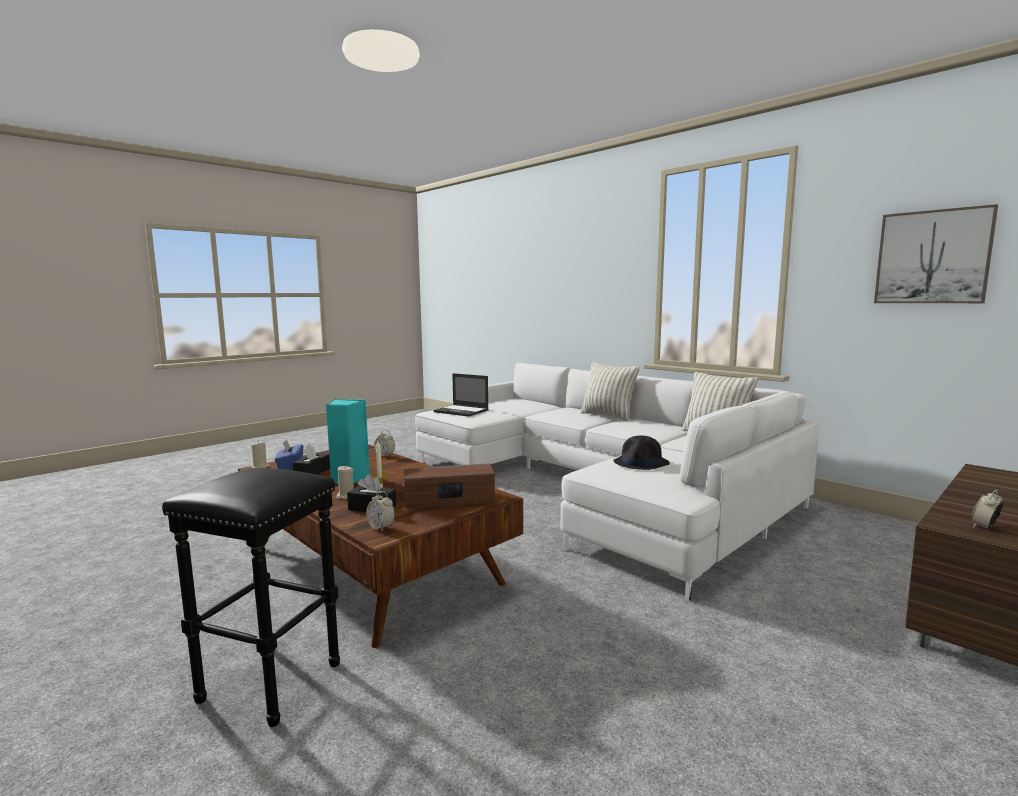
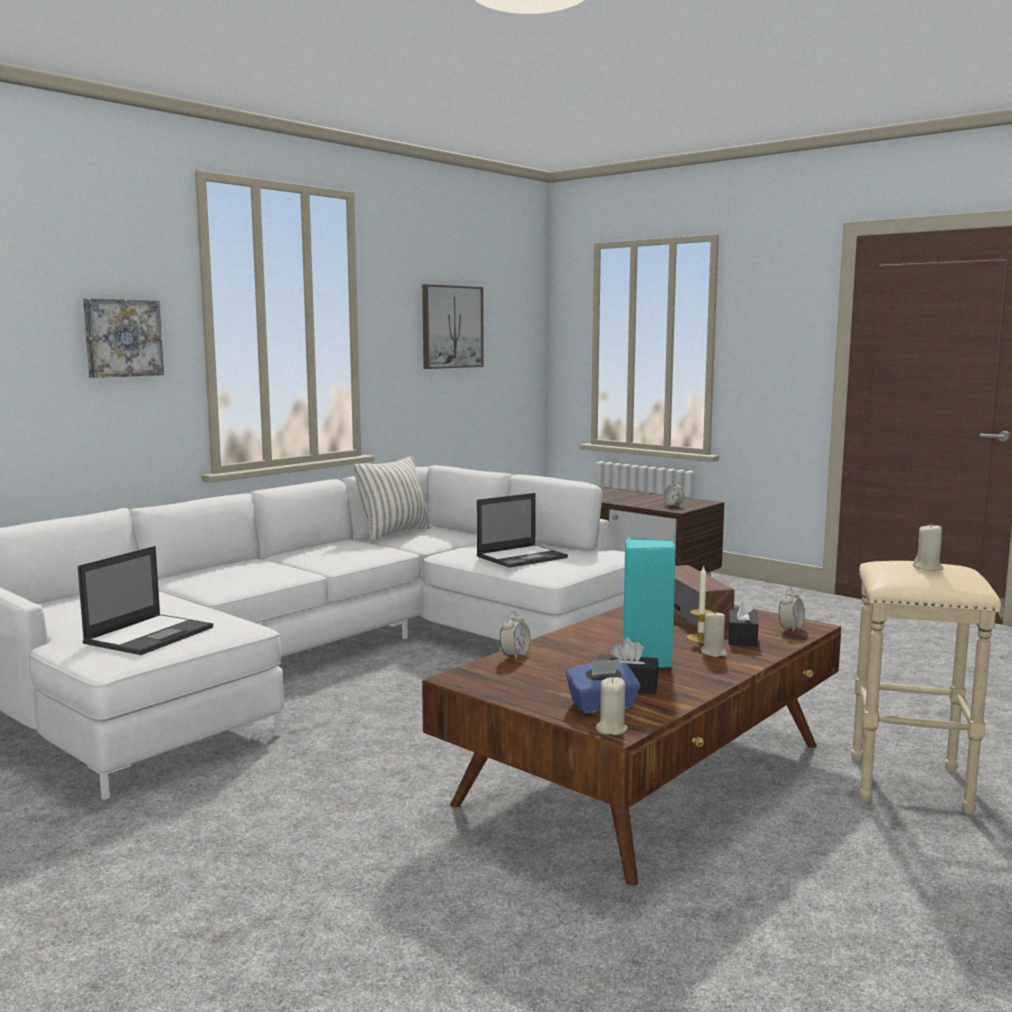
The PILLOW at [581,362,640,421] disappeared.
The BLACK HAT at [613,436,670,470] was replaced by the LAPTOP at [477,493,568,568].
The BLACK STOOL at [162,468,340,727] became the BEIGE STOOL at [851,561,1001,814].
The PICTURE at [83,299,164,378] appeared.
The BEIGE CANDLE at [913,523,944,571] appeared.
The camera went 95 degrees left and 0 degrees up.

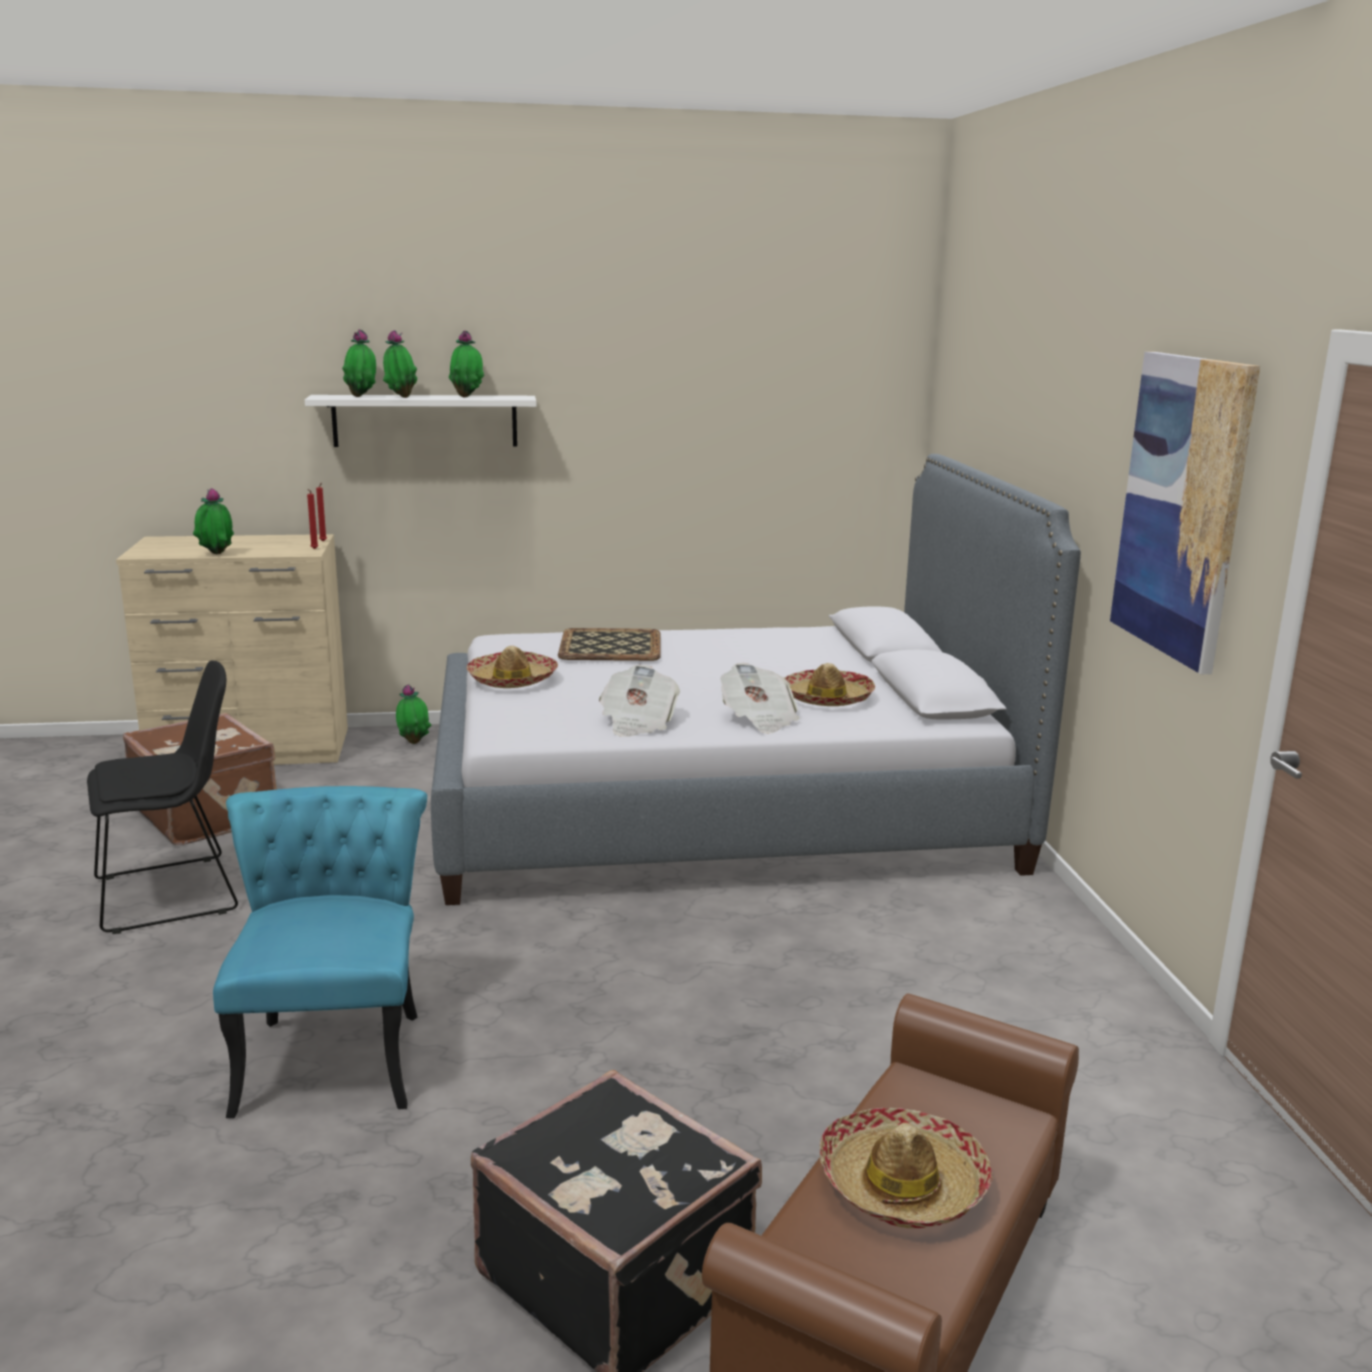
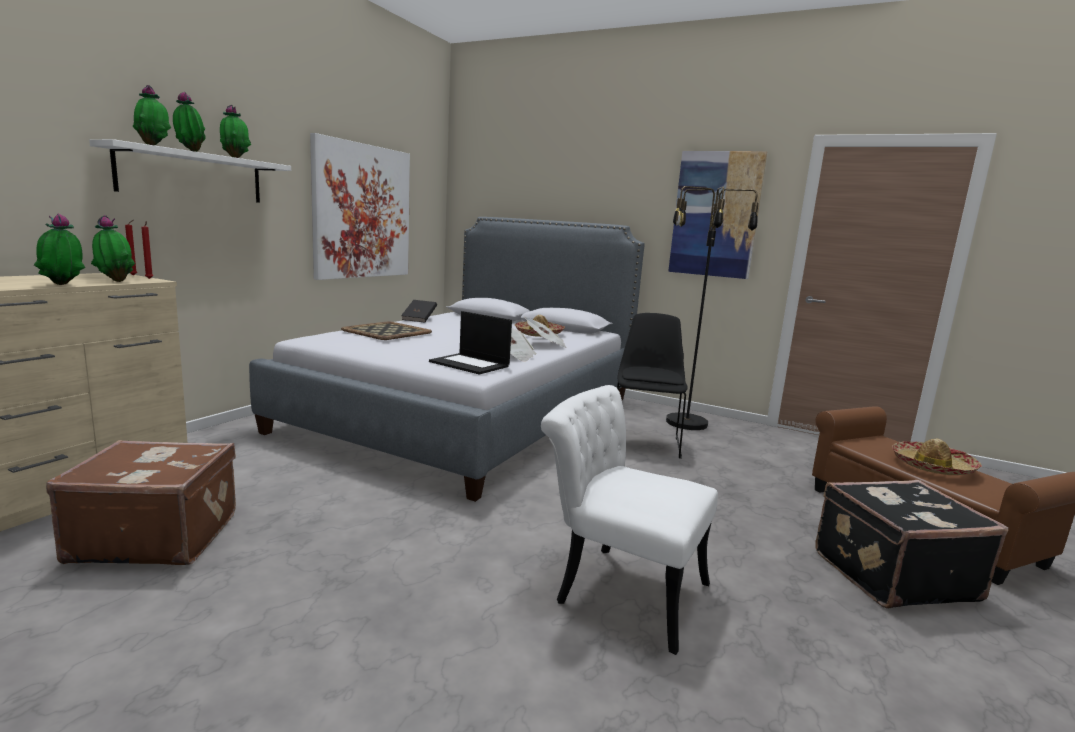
The HAT at [467,646,558,688] disappeared.
The BLACK CHAIR moved from [87,661,238,934] to [617,313,687,459].
The POTTED PLANT moved from [396,684,431,744] to [91,215,135,282].
The TURQUOISE CHAIR at [213,786,427,1118] became the WHITE CHAIR at [541,385,718,655].
The PICTURE at [310,133,410,280] appeared.
The FLOOR LAMP at [666,186,759,430] appeared.
The BLACK BOOK at [401,300,437,323] appeared.
The LAPTOP at [429,311,512,375] appeared.
The camera went 55 degrees left and 5 degrees down.

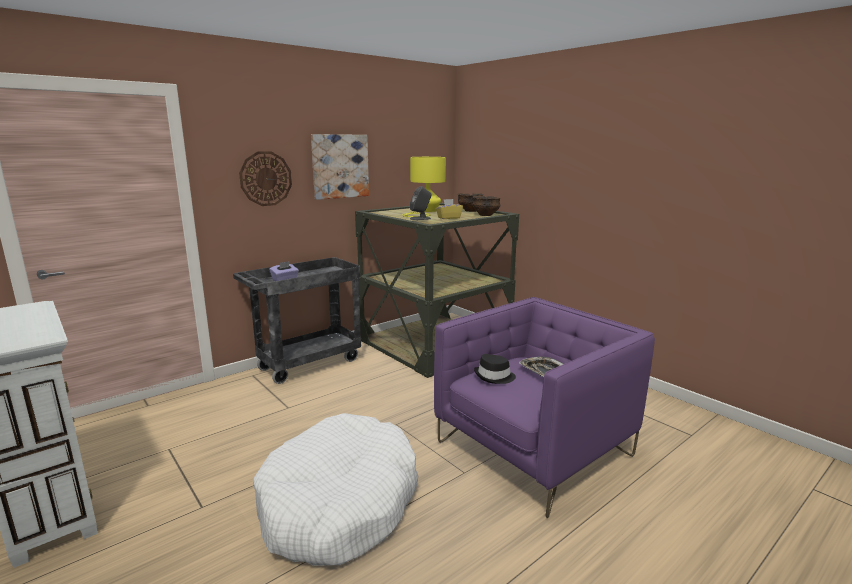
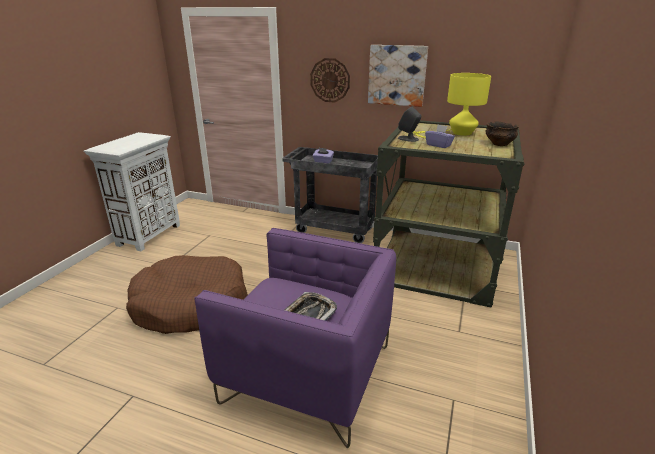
The BOWL at [472,196,500,216] disappeared.
The YELLOW TISSUE BOX at [436,199,463,219] became the PURPLE TISSUE BOX at [425,125,455,148].
The BLACK HAT at [474,354,516,384] disappeared.
The WHITE DOG BED at [253,413,418,566] became the BROWN DOG BED at [126,255,248,334].
The camera went 60 degrees right and 10 degrees up.

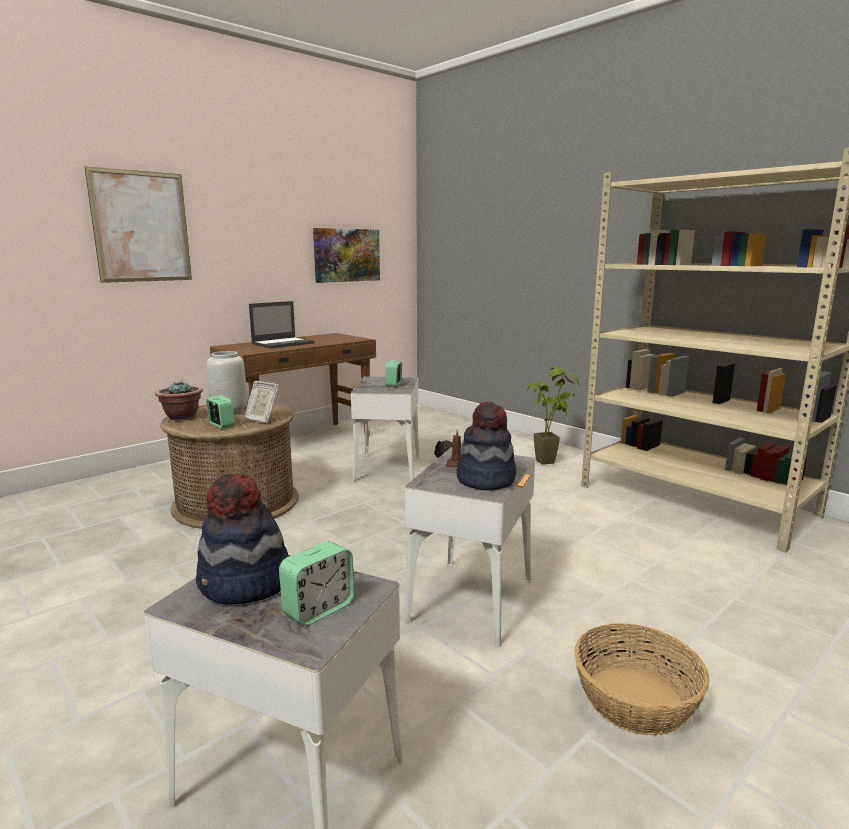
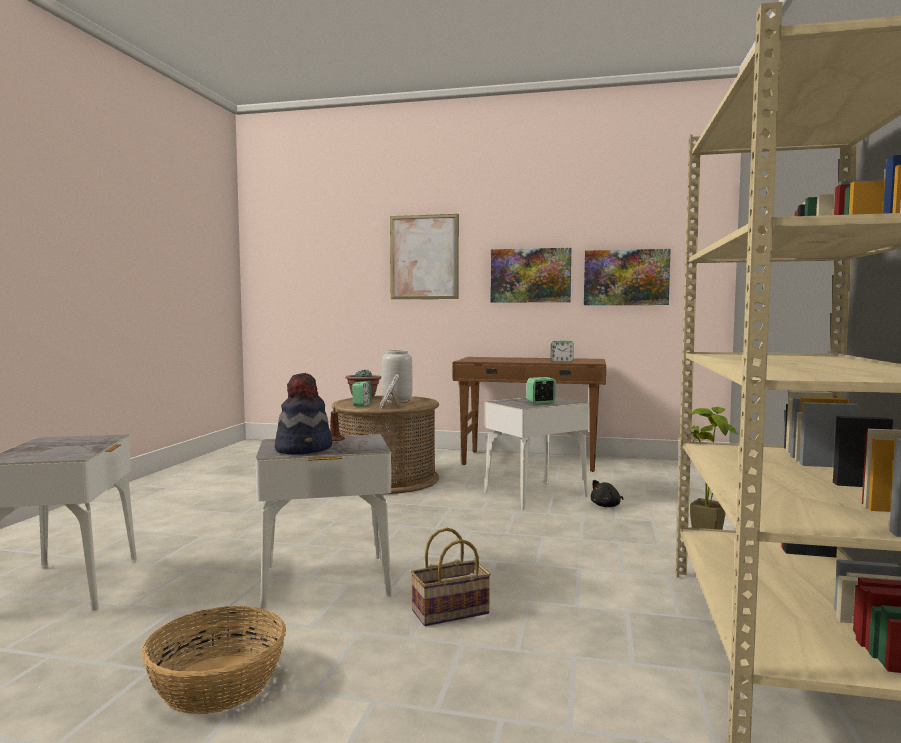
The LAPTOP at [249,301,314,348] disappeared.
The HAT at [196,474,289,605] disappeared.
The ALARM CLOCK moved from [279,541,355,626] to [551,340,574,362].
The PICTURE at [491,248,571,302] appeared.
The BASKET at [410,528,491,626] appeared.
The camera went 55 degrees right and 10 degrees down.

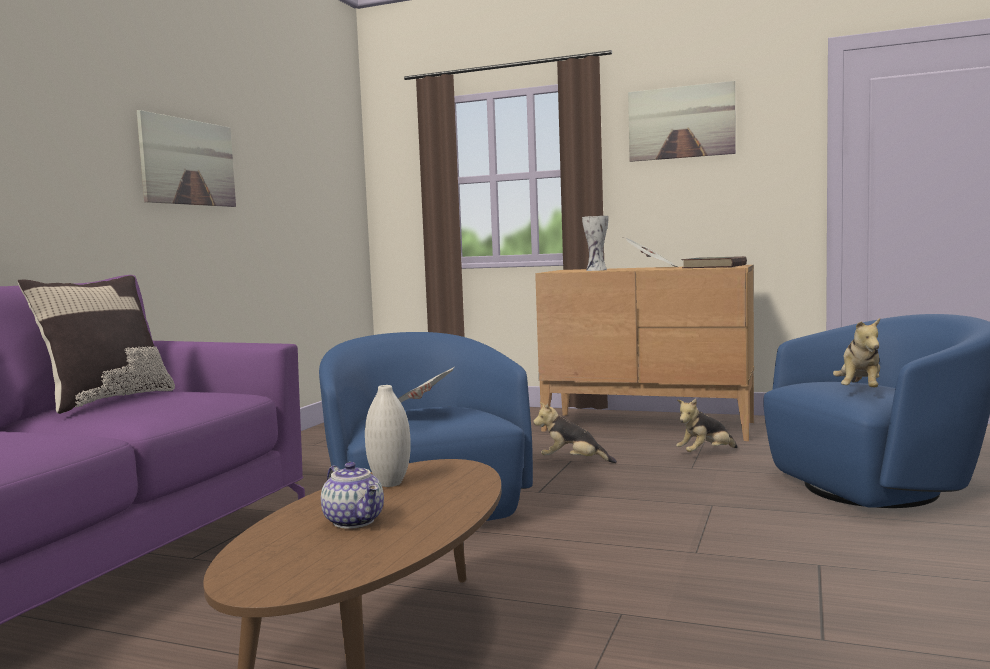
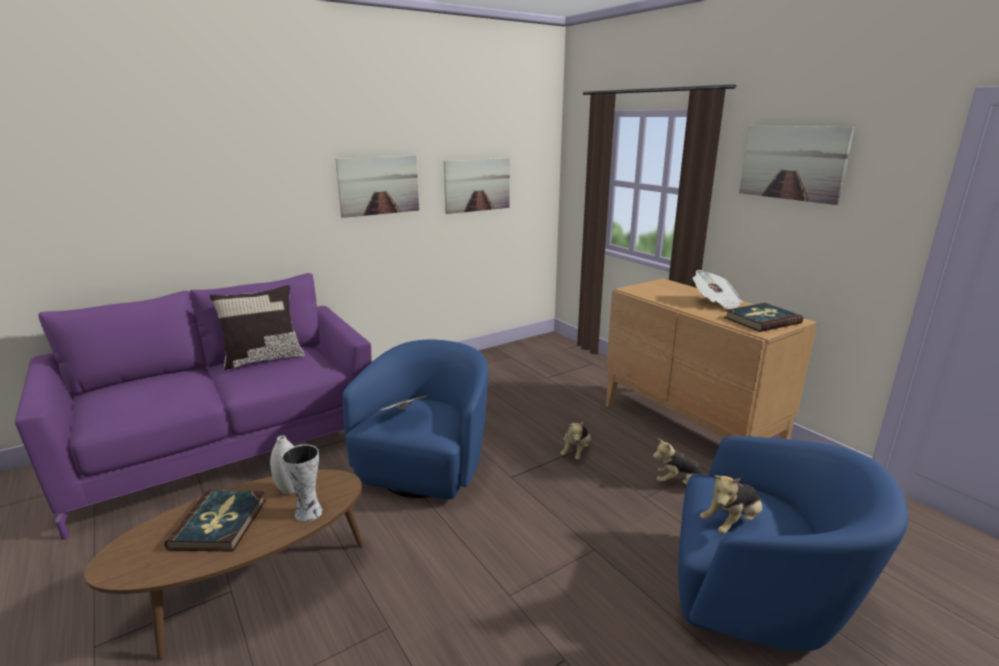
The VASE moved from [582,216,609,271] to [282,444,323,522].
The PLUSH TOY at [533,402,617,463] turned 120 degrees counterclockwise.
The TEAPOT at [321,462,384,529] was replaced by the BOOK at [165,491,266,551].
The PICTURE at [444,158,510,214] appeared.
The camera went 35 degrees right and 15 degrees up.

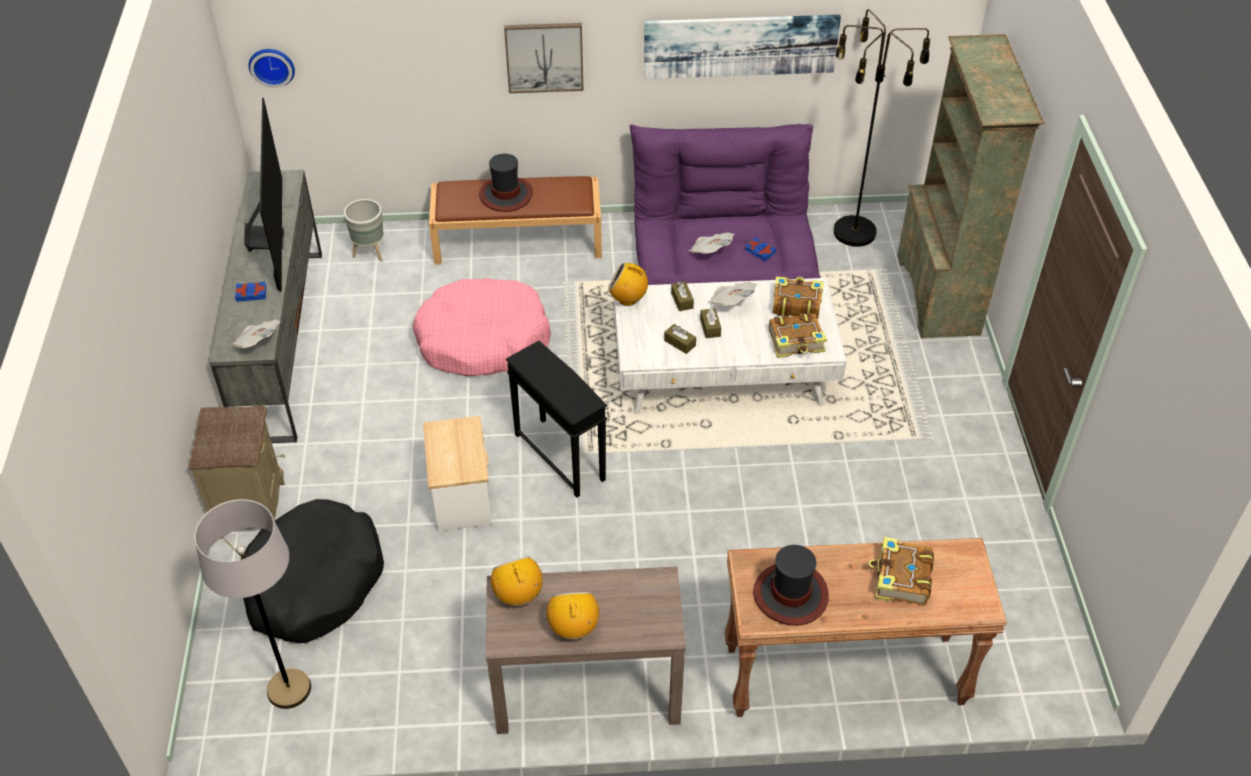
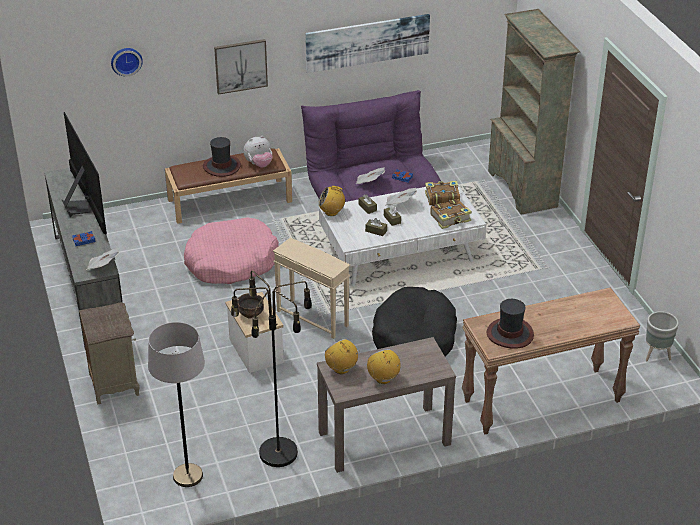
The FLOOR LAMP moved from [834,9,930,247] to [231,270,312,467].
The WALL CLOCK moved from [248,49,295,88] to [111,48,143,76].
The GREY PLANTER moved from [344,199,383,262] to [646,311,679,361].
The BLACK SIDE TABLE at [506,341,607,498] became the BEIGE SIDE TABLE at [273,238,350,339].
The BLACK DOG BED moved from [241,499,384,643] to [372,287,457,356].
The BOOK at [869,537,934,606] disappeared.
The PLUSH TOY at [243,136,273,168] appeared.
The BOWL at [238,293,264,319] appeared.
The camera went 15 degrees left and 10 degrees down.

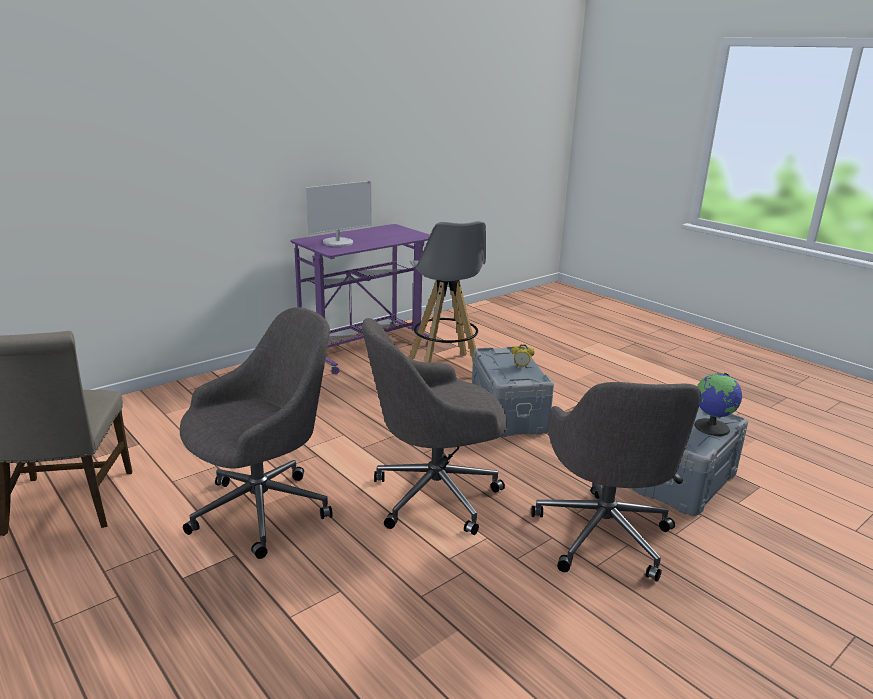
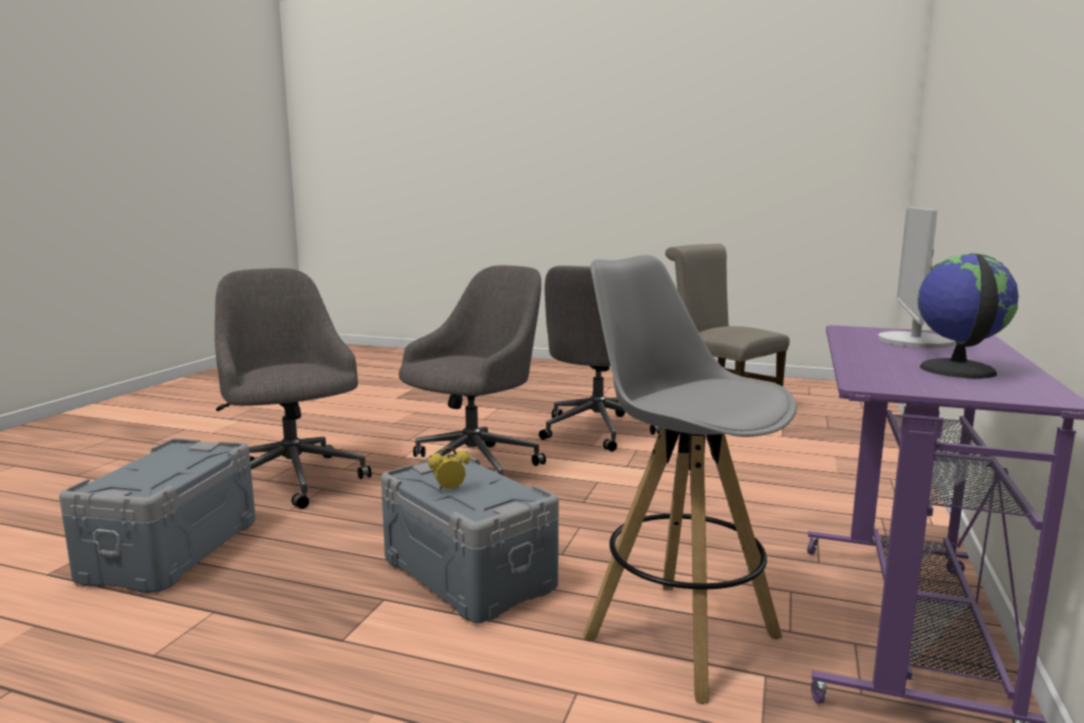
The GLOBE moved from [694,373,742,436] to [917,253,1019,378].
The camera went 150 degrees right and 10 degrees down.

